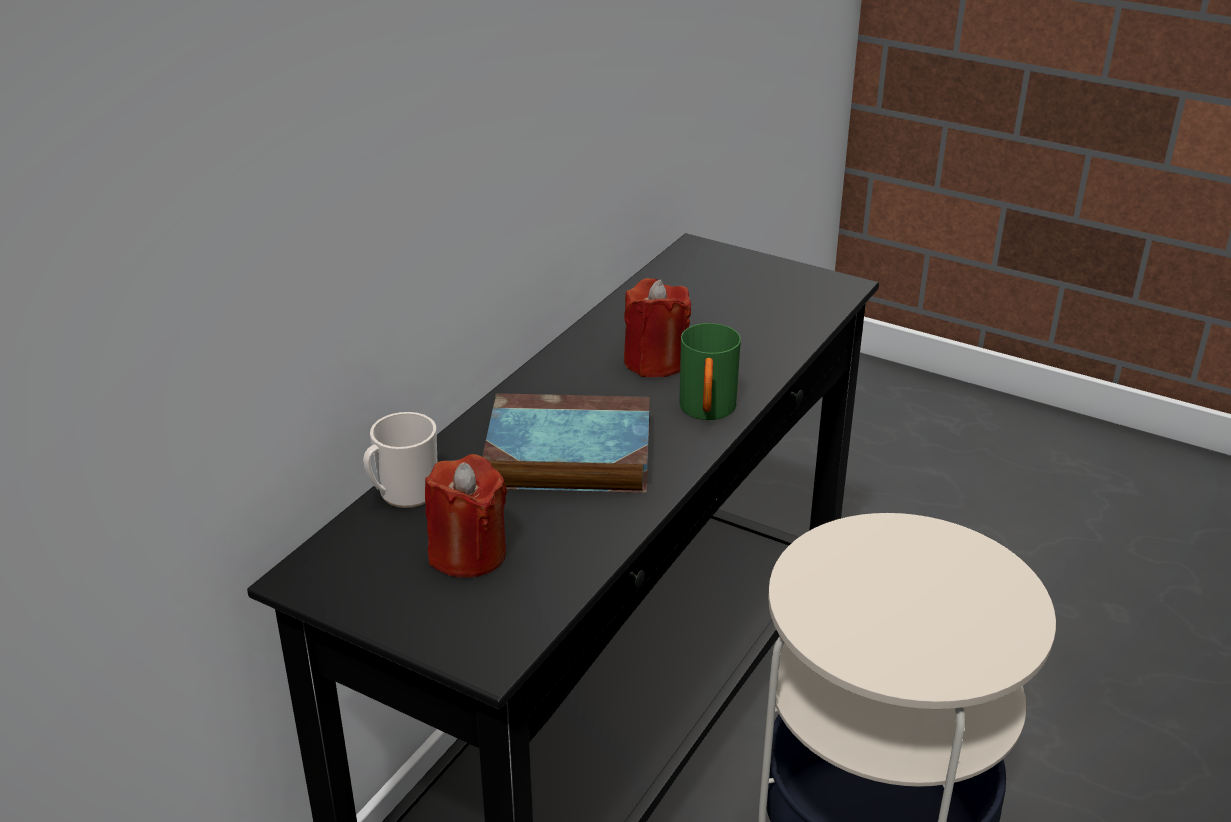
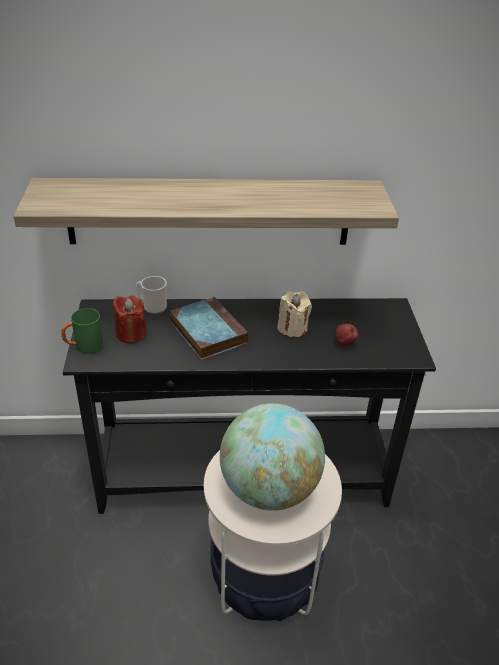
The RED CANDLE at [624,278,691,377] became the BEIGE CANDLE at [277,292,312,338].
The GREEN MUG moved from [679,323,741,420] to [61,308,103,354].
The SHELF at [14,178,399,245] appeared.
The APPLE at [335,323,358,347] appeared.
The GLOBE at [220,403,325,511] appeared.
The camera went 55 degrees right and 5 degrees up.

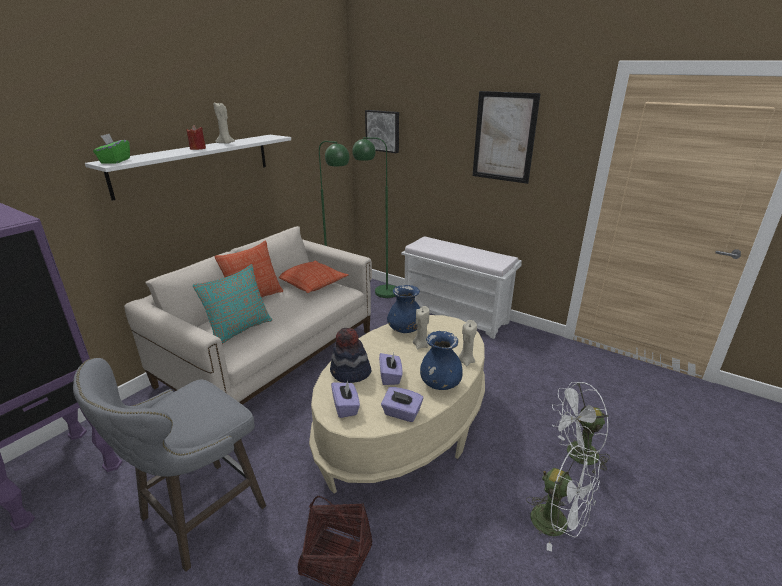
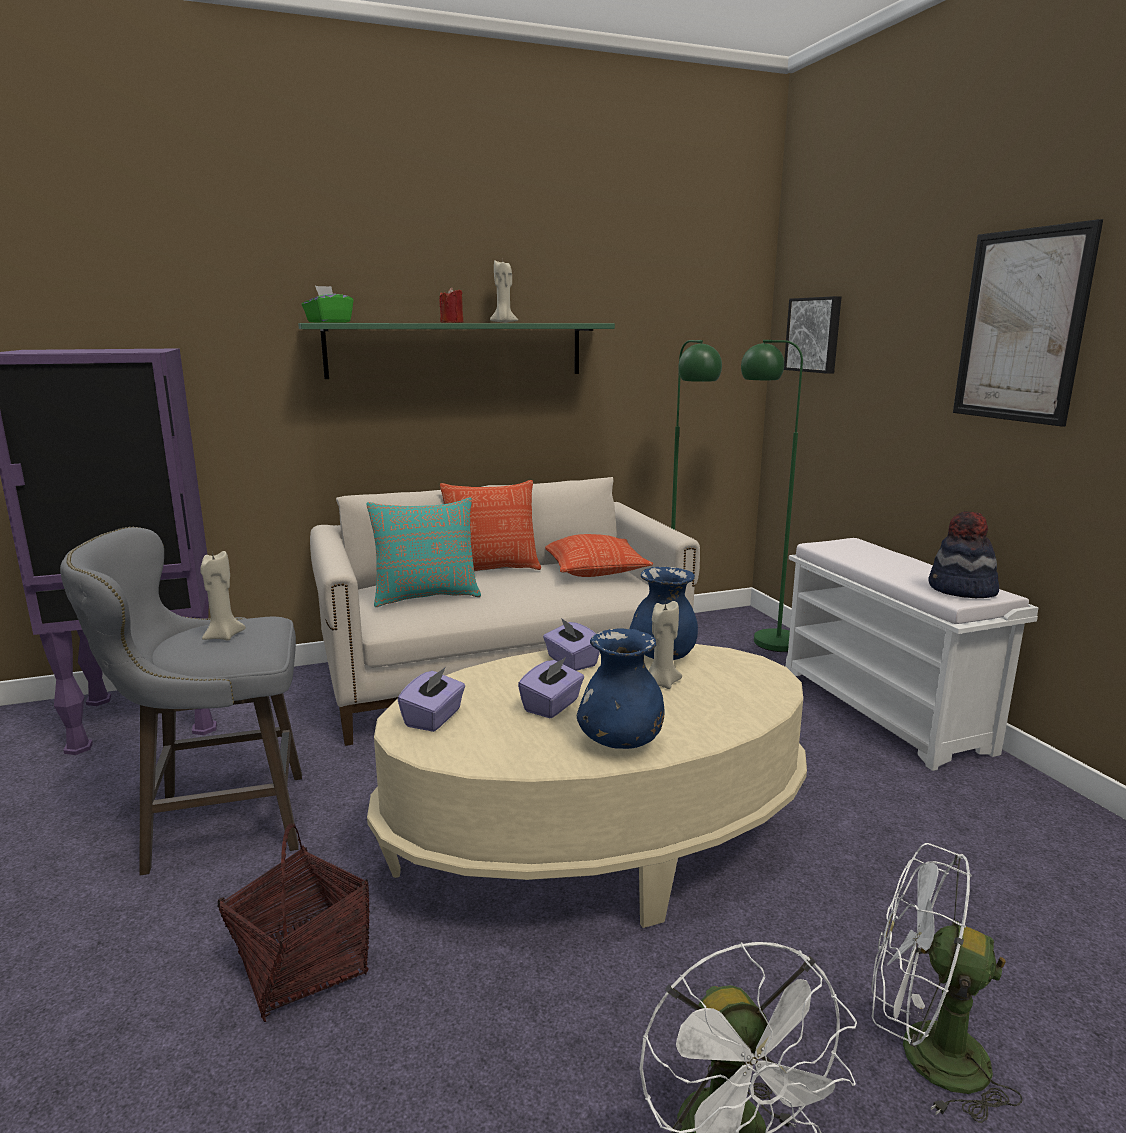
The WHITE SHELF at [85,135,291,201] became the GREEN SHELF at [298,323,615,379].
The BEIGE CANDLE moved from [459,320,477,366] to [200,551,246,641].
The HAT moved from [330,328,372,383] to [928,511,999,598].
The PURPLE TISSUE BOX moved from [381,387,423,422] to [543,618,600,671].
The camera went 35 degrees right and 10 degrees down.

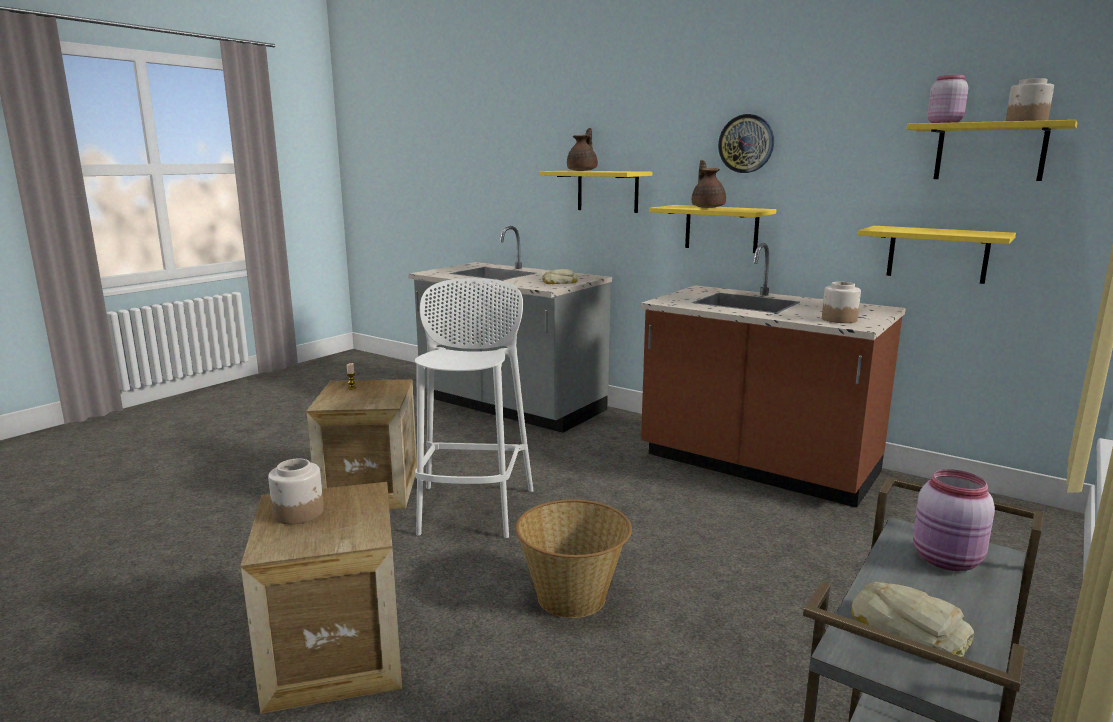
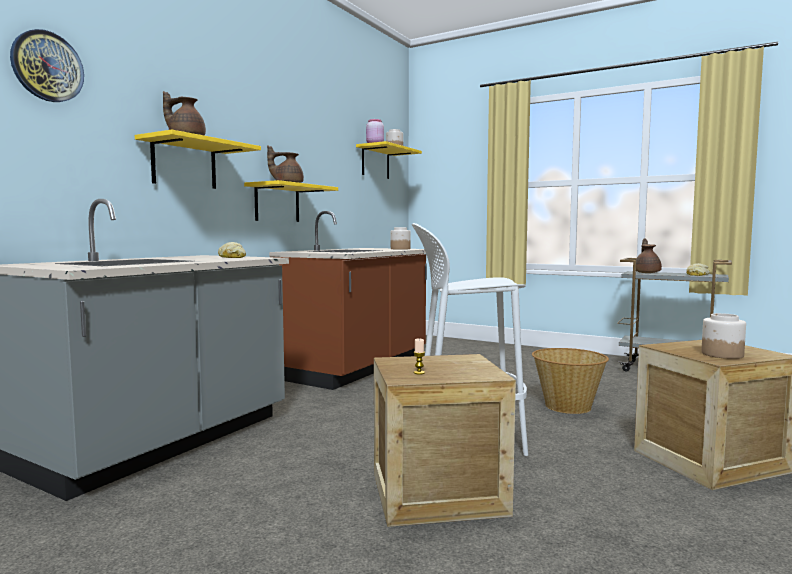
The WALL CLOCK moved from [718,114,774,173] to [10,29,84,102].
The YELLOW SHELF at [858,226,1016,284] disappeared.
The PINK JAR at [913,469,995,571] was replaced by the BROWN TEAPOT at [636,238,662,273].
The camera went 95 degrees left and 10 degrees down.

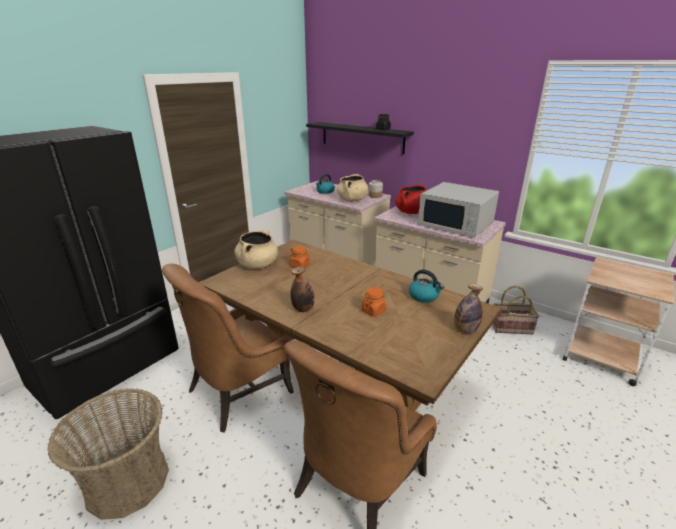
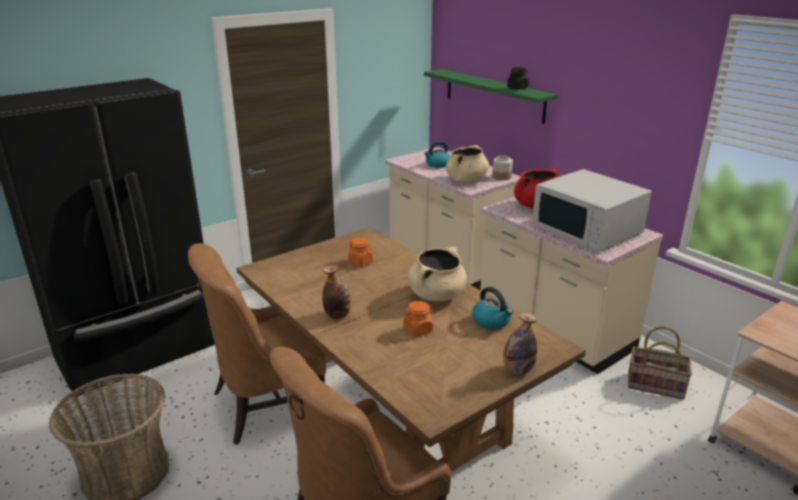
The BLACK SHELF at [306,122,414,155] became the GREEN SHELF at [424,69,557,124].
The BEIGE COOKING POT moved from [235,229,278,269] to [408,247,467,302].
The camera went 15 degrees right and 0 degrees up.

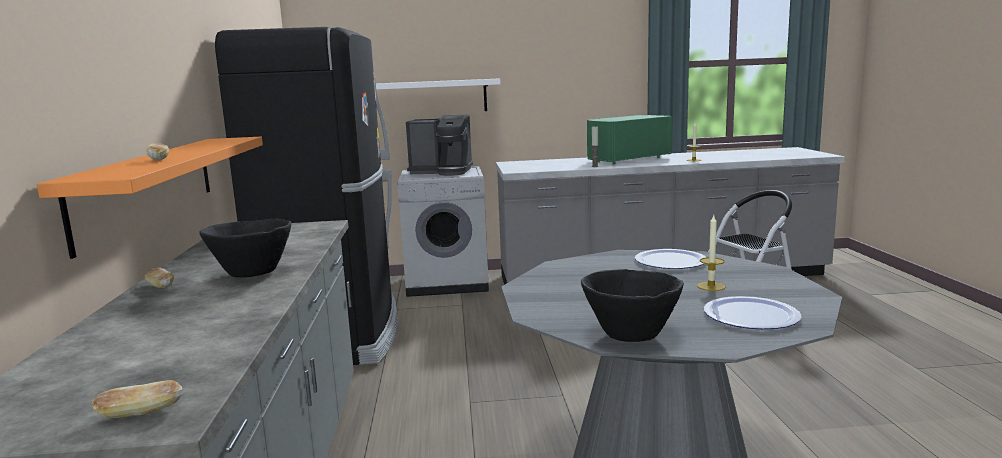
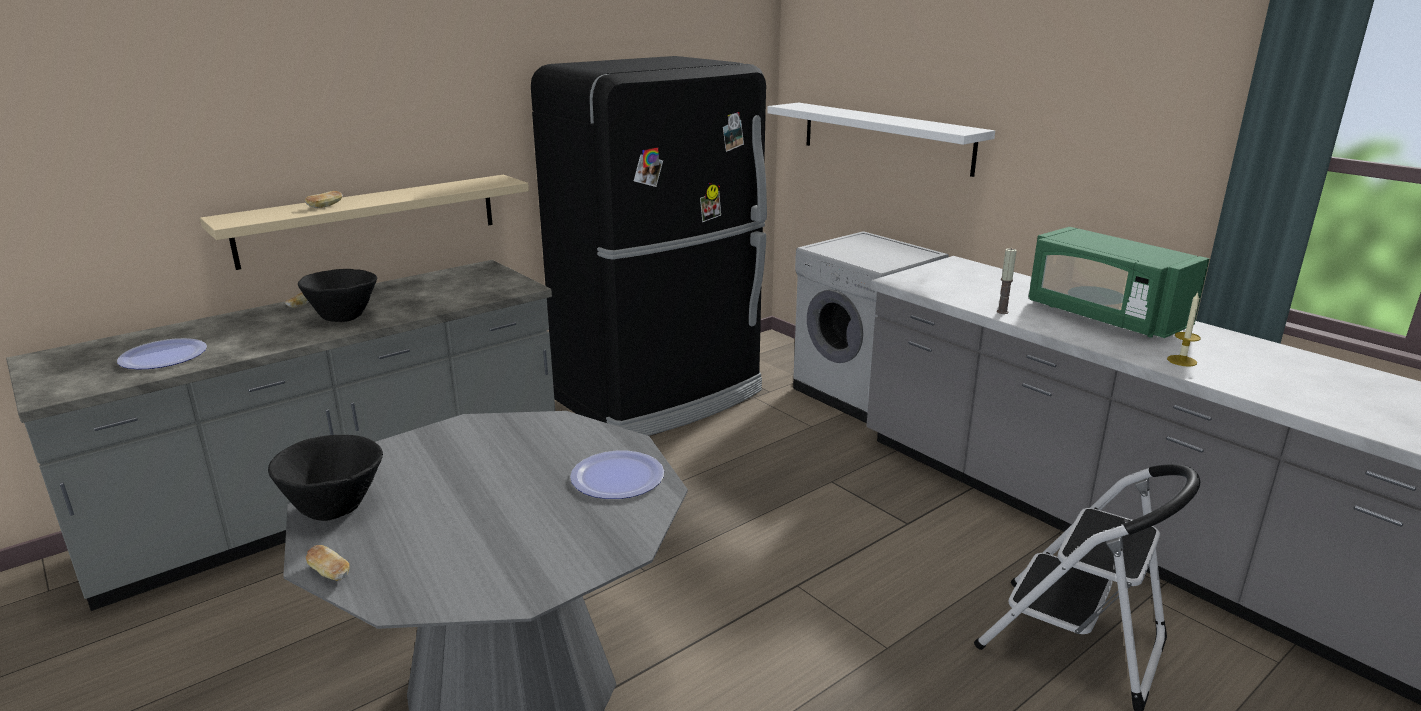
The COFFEE MACHINE at [406,114,473,176] disappeared.
The GREEN MICROWAVE at [587,115,672,164] turned 150 degrees counterclockwise.
The ORANGE SHELF at [37,137,263,259] became the BEIGE SHELF at [200,175,529,270].
The CANDLE at [697,215,726,291] disappeared.
The PLATE moved from [704,296,802,329] to [117,338,207,369].
The BREAD moved from [92,380,182,418] to [306,545,350,581].
The camera went 55 degrees right and 10 degrees up.

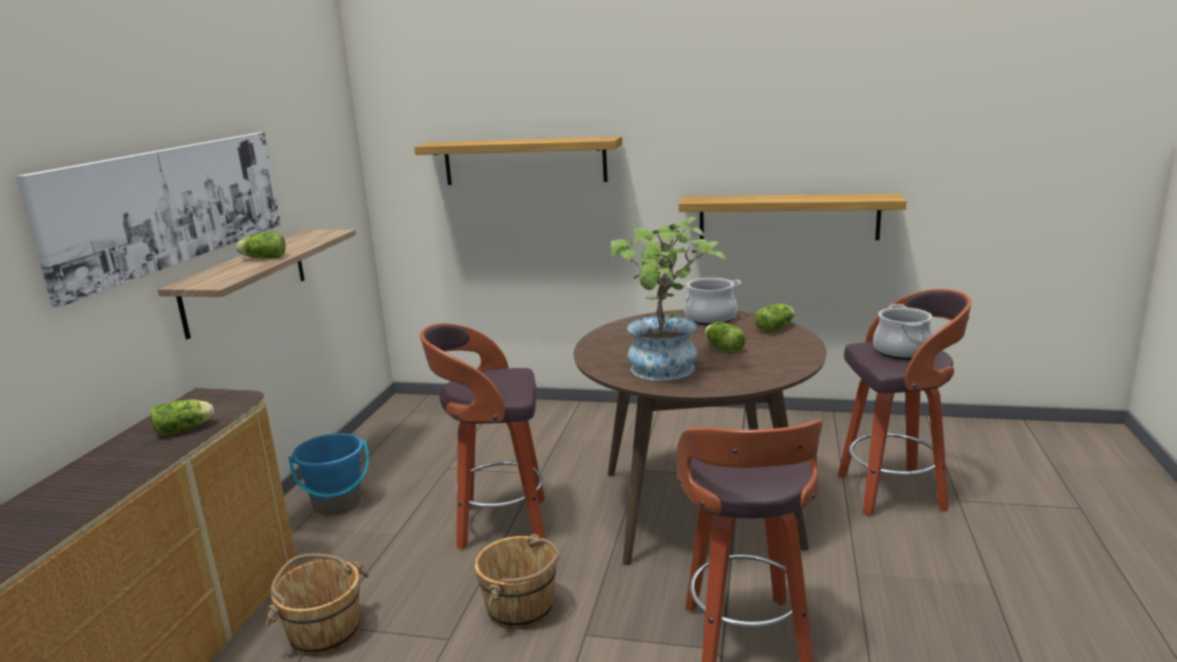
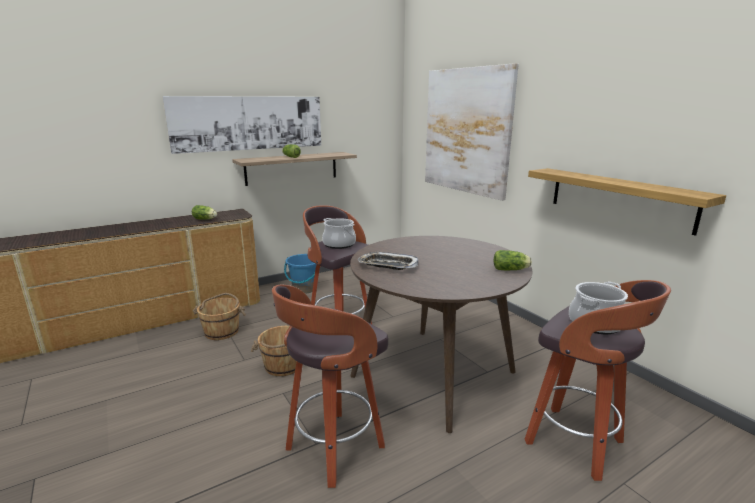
The SHELF at [414,136,622,185] was replaced by the PICTURE at [425,63,519,201].
The POTTED PLANT at [610,217,726,381] was replaced by the TRAY at [358,252,418,270].
The COOKING POT moved from [681,278,741,325] to [322,218,356,249].
The LETTUCE at [705,322,746,354] disappeared.
The camera went 45 degrees right and 0 degrees up.

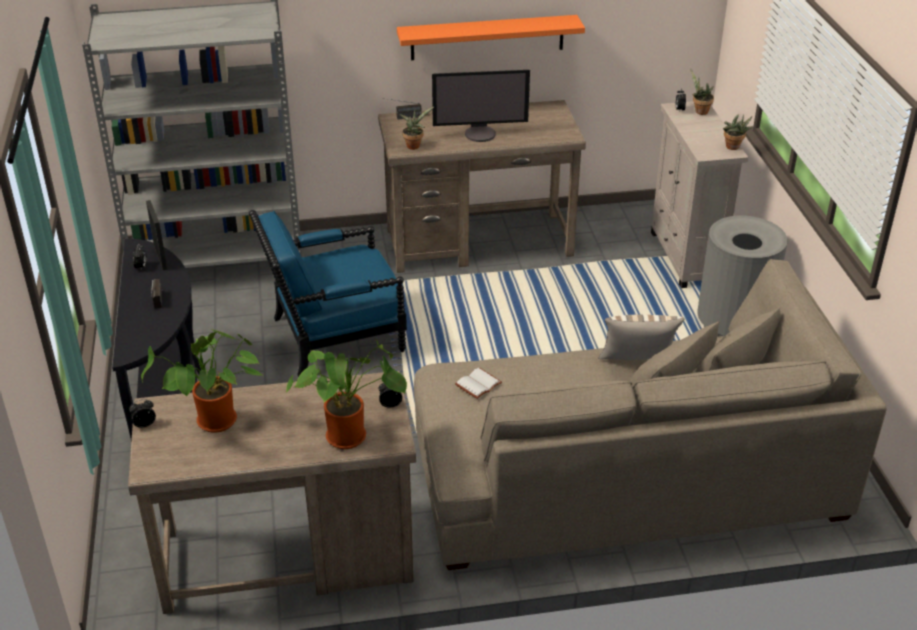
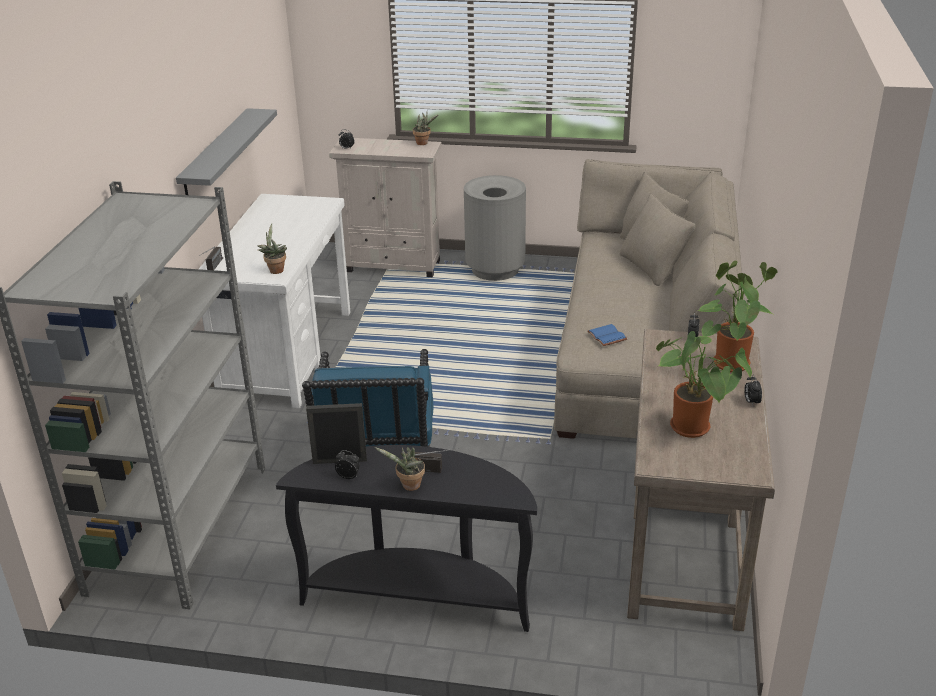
The ORANGE SHELF at [397,15,585,60] became the GREY SHELF at [176,108,277,195].
The POTTED PLANT moved from [691,69,714,115] to [375,447,425,491].
The MONITOR at [432,70,530,142] disappeared.
The BROWN DESK at [378,100,586,273] became the WHITE DESK at [199,194,351,408].
The PILLOW at [598,315,684,360] disappeared.
The WHITE BOOK at [455,368,502,399] became the BLUE BOOK at [587,324,627,346].
The ALARM CLOCK moved from [129,399,156,428] to [744,375,762,405].
The camera went 70 degrees left and 5 degrees down.

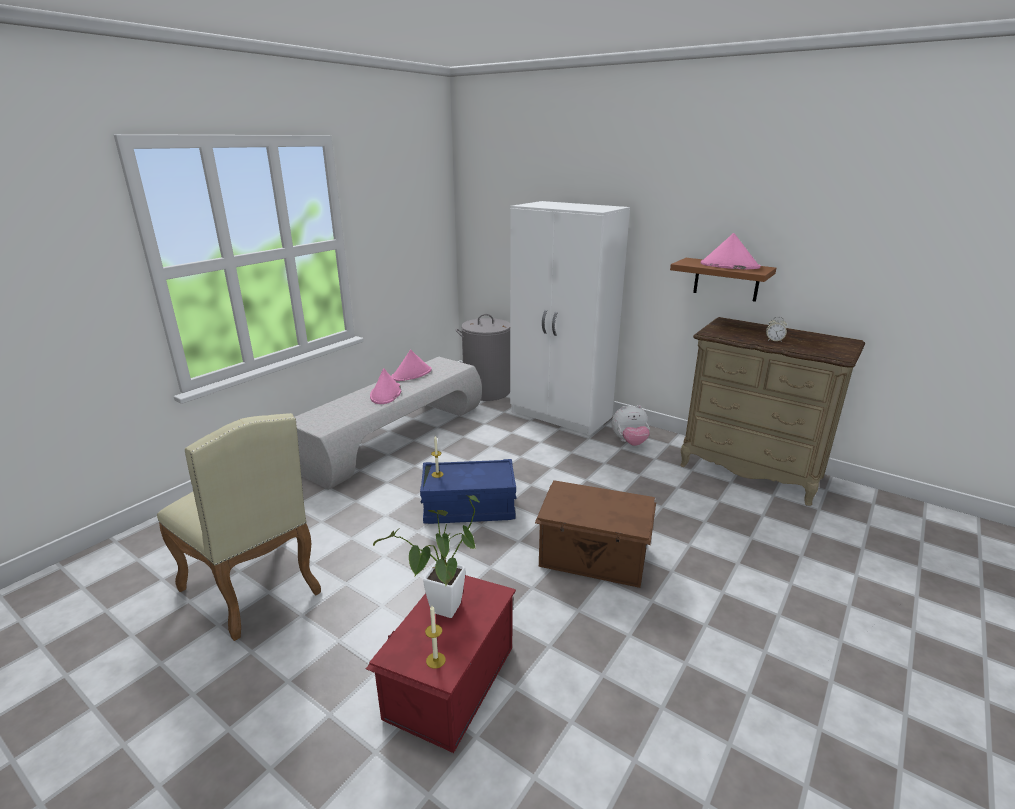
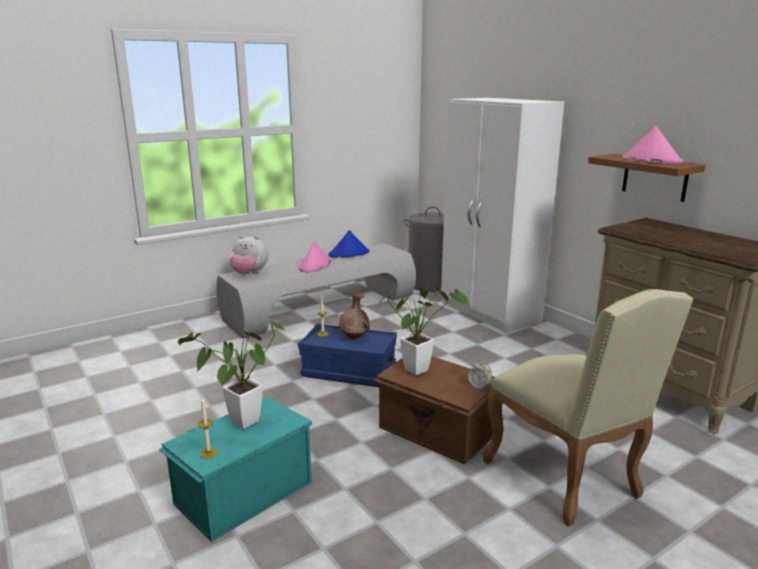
The ALARM CLOCK moved from [766,317,787,342] to [468,360,492,390].
The PINK HAT at [391,350,432,381] became the BLUE HAT at [329,230,369,258].
The PLUSH TOY moved from [612,405,650,446] to [230,235,268,274].
The BEIGE CHAIR moved from [157,413,321,641] to [483,289,693,526].
The RED STORAGE BOX at [366,575,516,753] became the TURQUOISE STORAGE BOX at [158,397,313,542].
The POTTED PLANT at [378,287,469,375] appeared.
The BROWN VASE at [339,294,369,339] appeared.
The camera went 20 degrees right and 5 degrees down.

